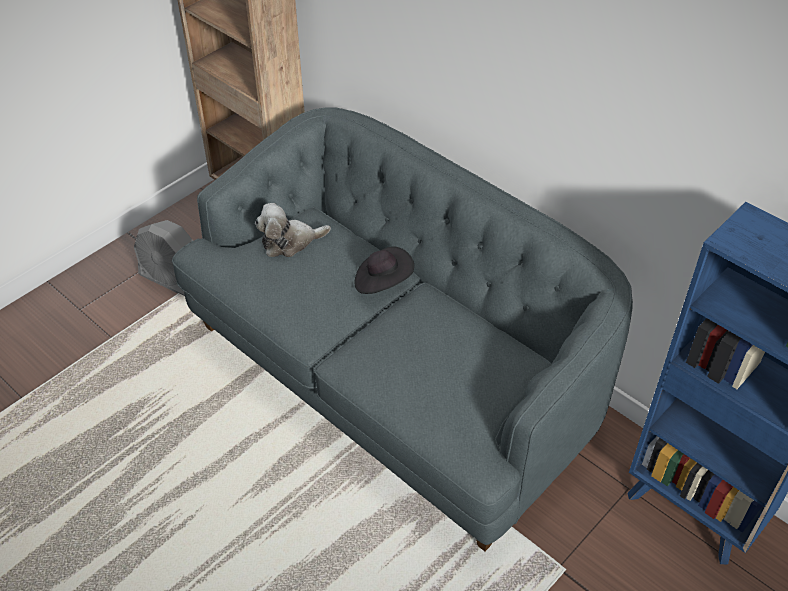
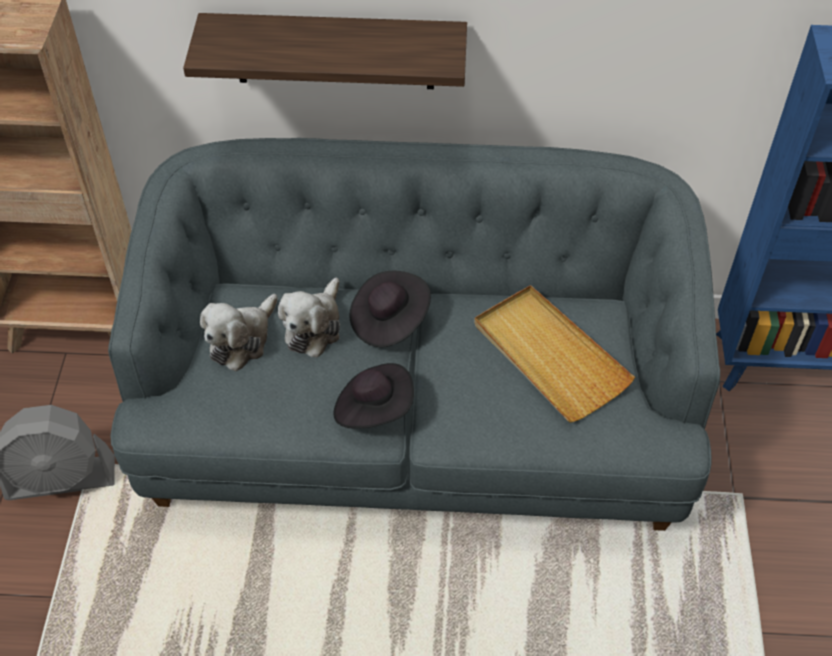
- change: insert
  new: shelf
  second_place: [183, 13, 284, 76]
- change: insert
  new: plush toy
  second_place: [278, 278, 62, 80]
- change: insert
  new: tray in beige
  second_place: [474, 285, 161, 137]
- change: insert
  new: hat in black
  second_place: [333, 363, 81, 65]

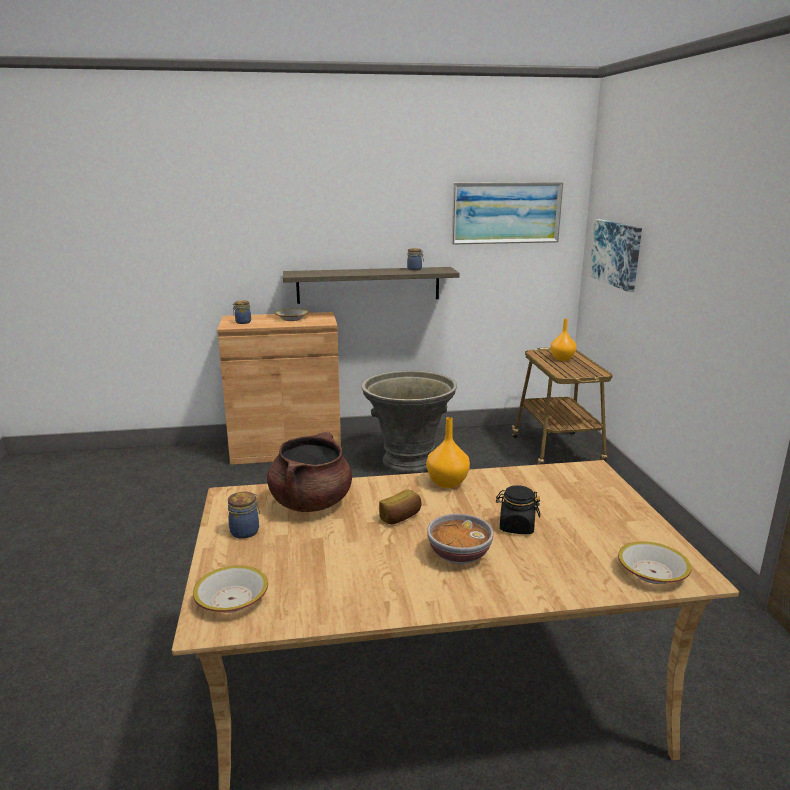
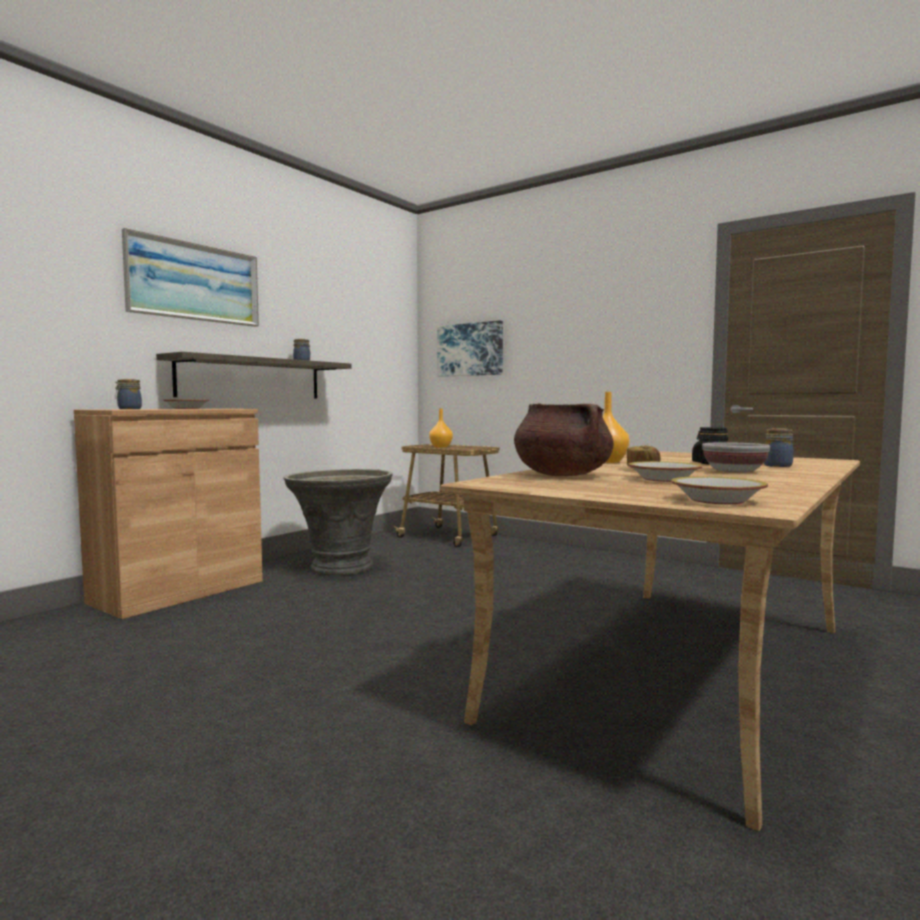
- change: move
  old: picture
  first_place: [452, 182, 111, 62]
  second_place: [122, 228, 137, 99]
- change: move
  old: jar
  first_place: [228, 492, 32, 47]
  second_place: [764, 428, 30, 39]
- change: move
  old: bowl
  first_place: [618, 541, 73, 43]
  second_place: [628, 461, 74, 21]

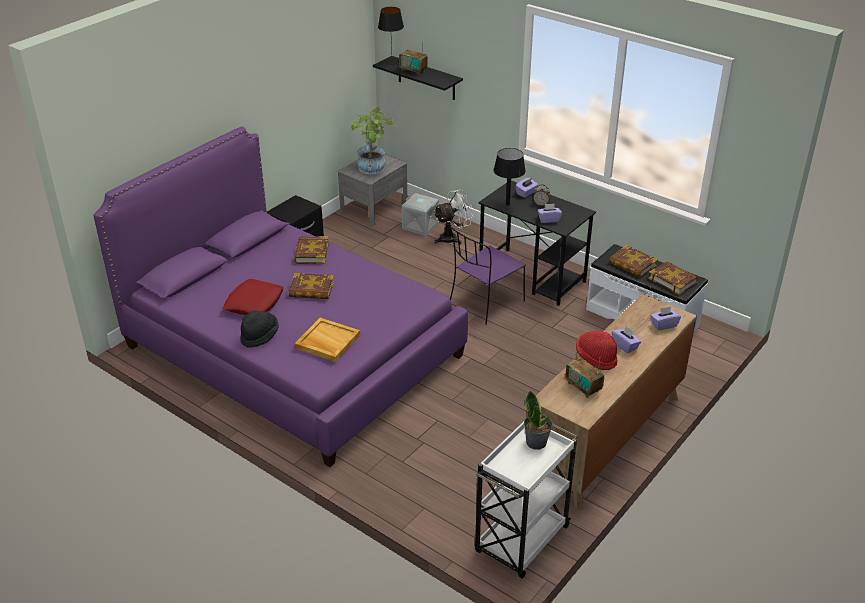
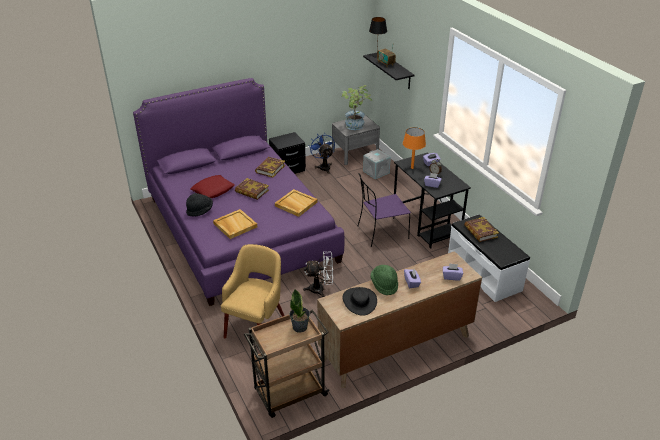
- change: recolor
  old: table lamp in black
  new: table lamp in orange
  first_place: [494, 148, 32, 58]
  second_place: [403, 127, 23, 42]
- change: move
  old: fan in white
  first_place: [434, 189, 39, 55]
  second_place: [303, 251, 30, 46]
- change: delete
  old: book
  first_place: [648, 261, 50, 34]
- change: recolor
  old: hat in red
  new: hat in green
  first_place: [576, 331, 41, 39]
  second_place: [370, 265, 28, 30]
- change: replace
  old: radio
  new: hat in black
  first_place: [565, 357, 39, 41]
  second_place: [343, 287, 34, 29]
- change: recolor
  old: cart in white
  new: cart in brown
  first_place: [475, 420, 103, 159]
  second_place: [244, 310, 86, 108]
- change: insert
  new: fan in blue
  second_place: [310, 133, 25, 41]
- change: insert
  new: tray in beige
  second_place: [275, 189, 42, 28]
- change: insert
  new: armchair in yellow
  second_place: [221, 244, 63, 94]

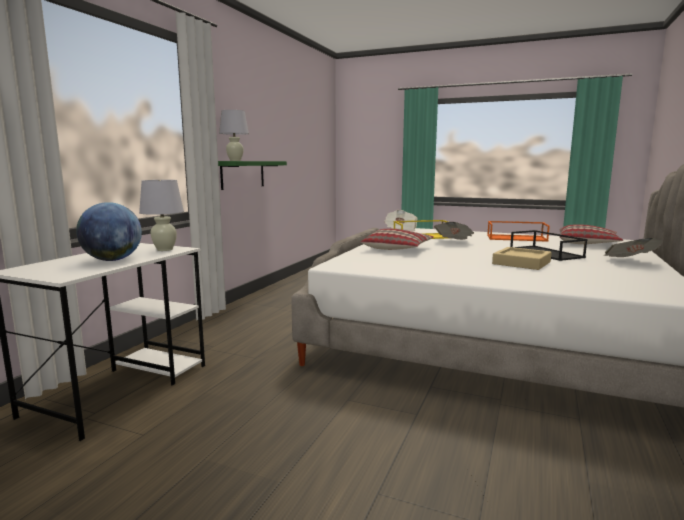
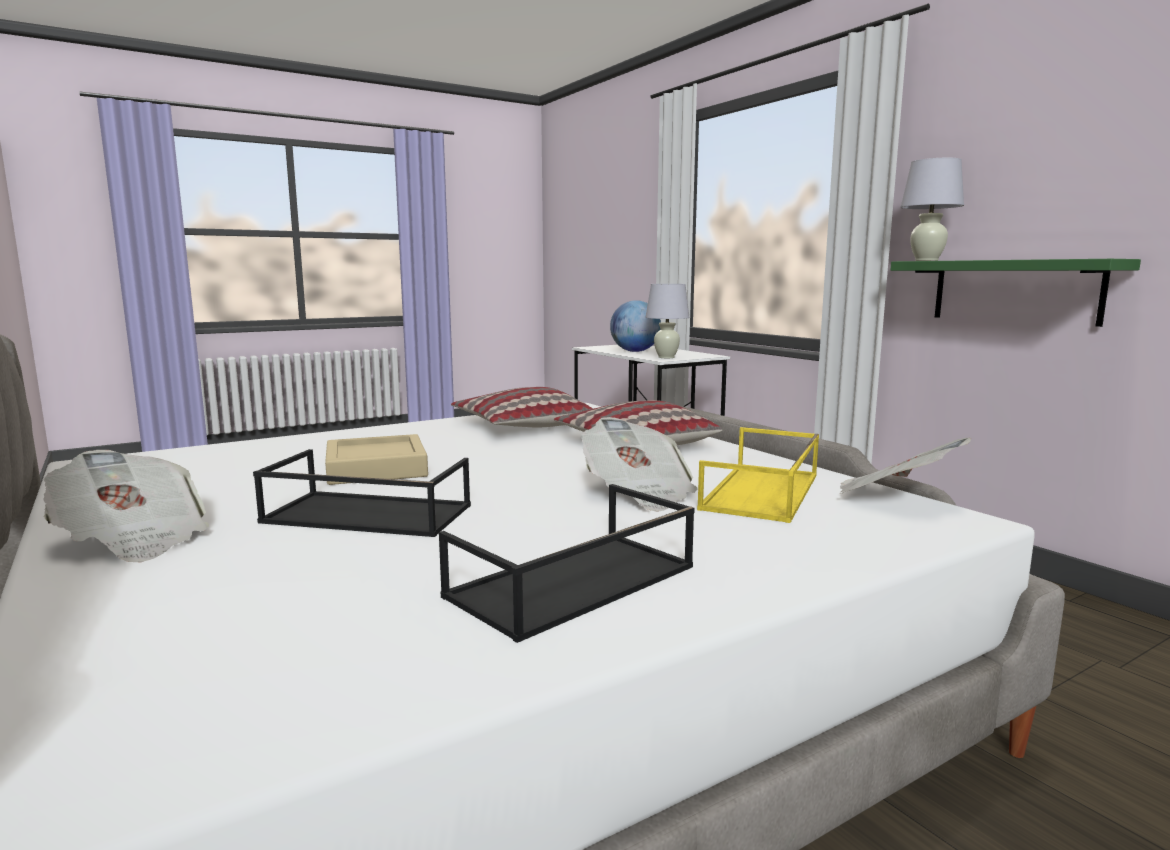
- change: recolor
  old: tray in orange
  new: tray in black
  first_place: [487, 221, 63, 21]
  second_place: [439, 484, 256, 159]
- change: move
  old: pillow
  first_place: [559, 224, 64, 20]
  second_place: [451, 387, 142, 40]

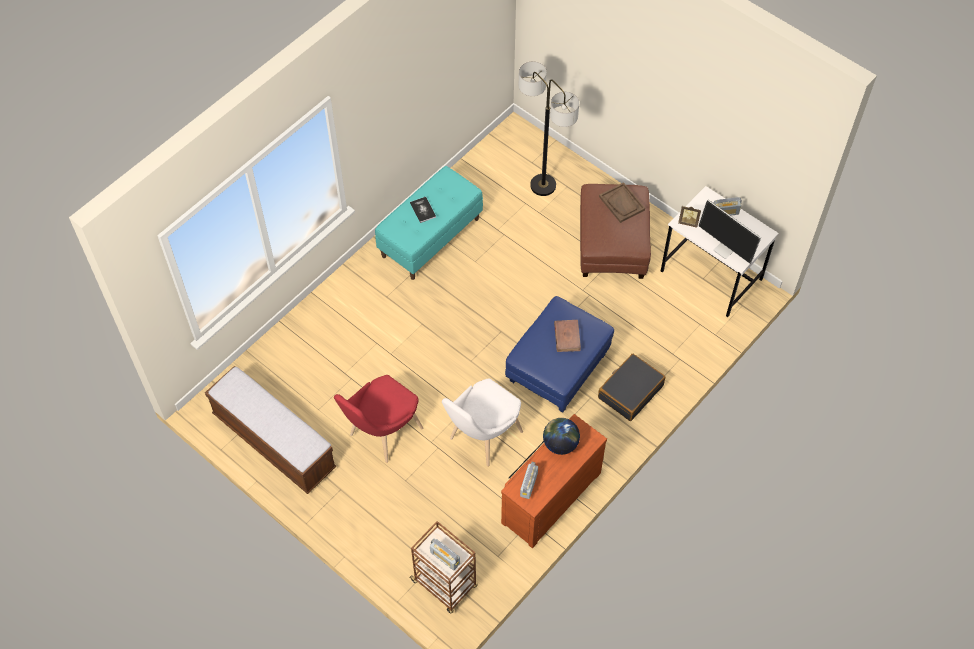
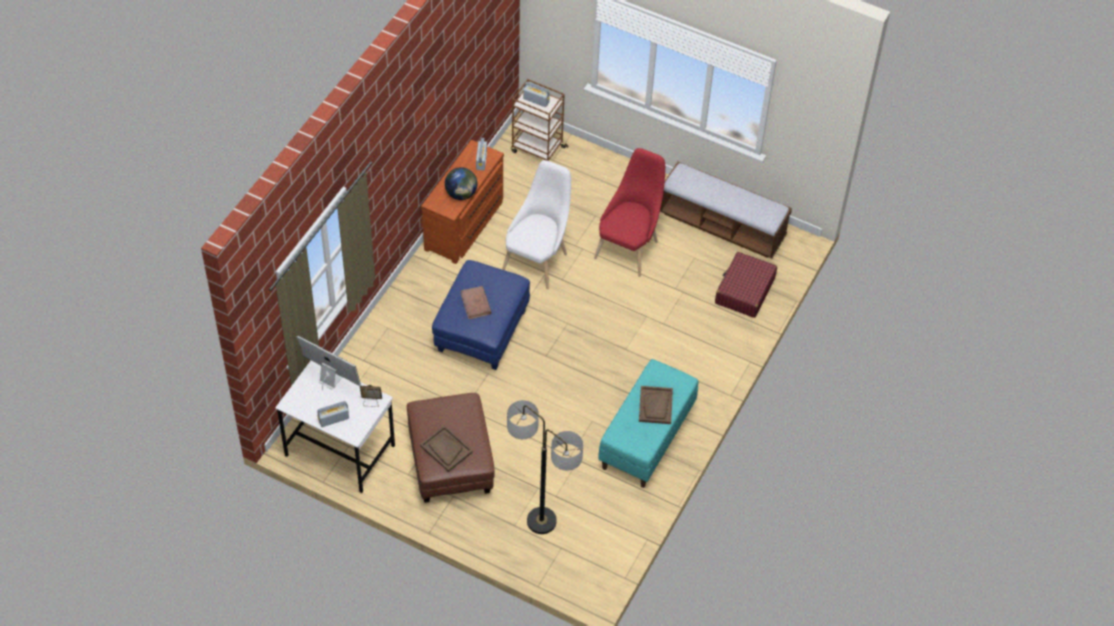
- change: replace
  old: book
  new: tray in brown
  first_place: [410, 197, 26, 26]
  second_place: [639, 386, 34, 38]
- change: delete
  old: suitcase in black
  first_place: [598, 354, 68, 67]
- change: insert
  new: suitcase in red
  second_place: [715, 252, 62, 66]

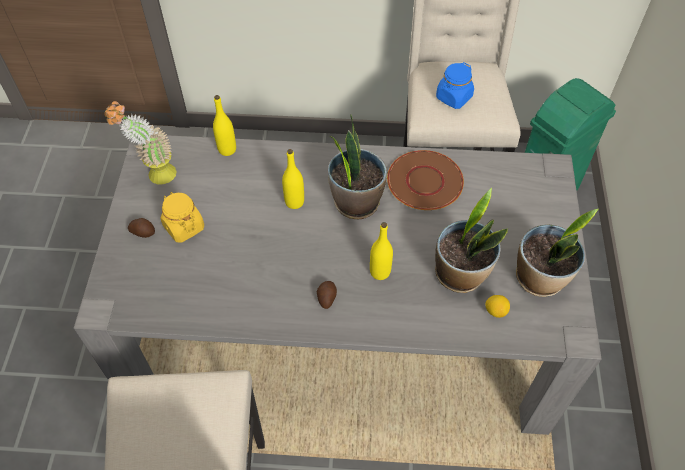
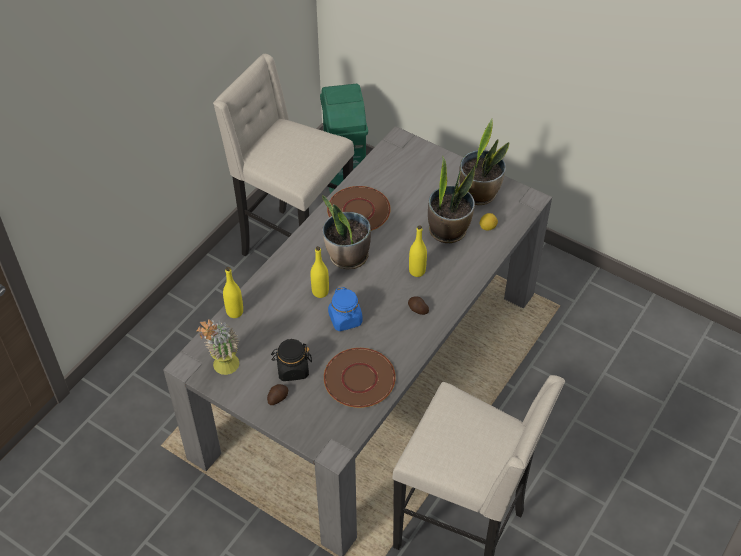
- change: move
  old: jar in blue
  first_place: [436, 62, 38, 47]
  second_place: [328, 287, 34, 44]
- change: recolor
  old: jar in yellow
  new: jar in black
  first_place: [161, 192, 43, 51]
  second_place: [271, 339, 41, 42]
- change: insert
  new: plate in brown
  second_place: [324, 348, 72, 60]

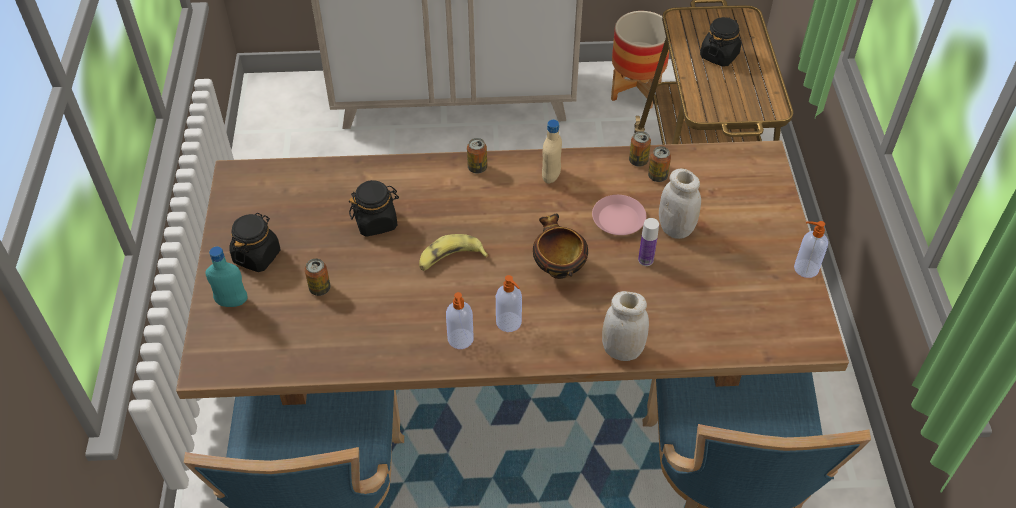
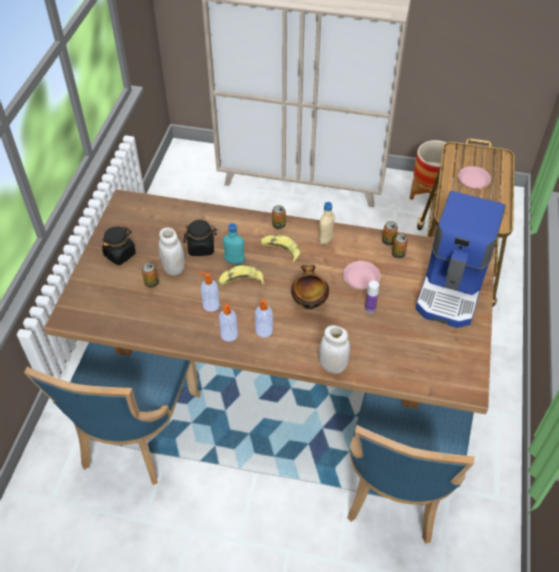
- change: replace
  old: jar in black
  new: plate in pink
  first_place: [700, 17, 41, 50]
  second_place: [458, 166, 33, 23]
- change: move
  old: jar in white
  first_place: [659, 169, 42, 70]
  second_place: [158, 227, 27, 49]
- change: move
  old: soap dispenser
  first_place: [794, 221, 34, 57]
  second_place: [199, 272, 21, 40]
- change: move
  old: bottle in turquoise
  first_place: [206, 246, 42, 61]
  second_place: [223, 223, 22, 42]
- change: insert
  new: coffee machine
  second_place: [415, 191, 91, 137]
- change: insert
  new: banana
  second_place: [260, 235, 40, 28]

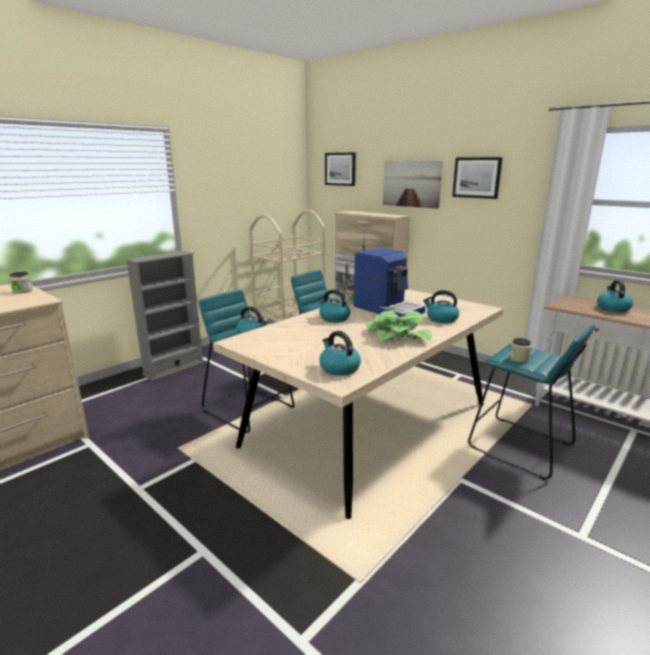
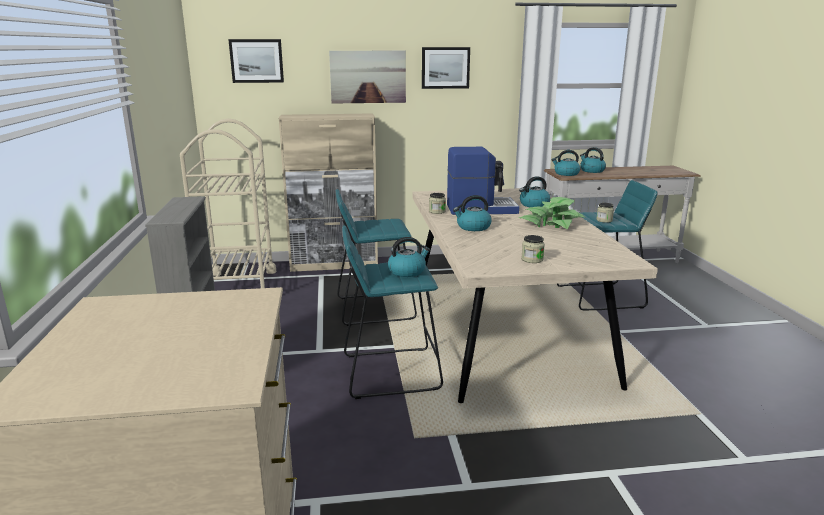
- change: move
  old: jar
  first_place: [9, 272, 24, 21]
  second_place: [521, 235, 24, 28]
- change: move
  old: kettle
  first_place: [319, 331, 42, 45]
  second_place: [552, 150, 29, 26]

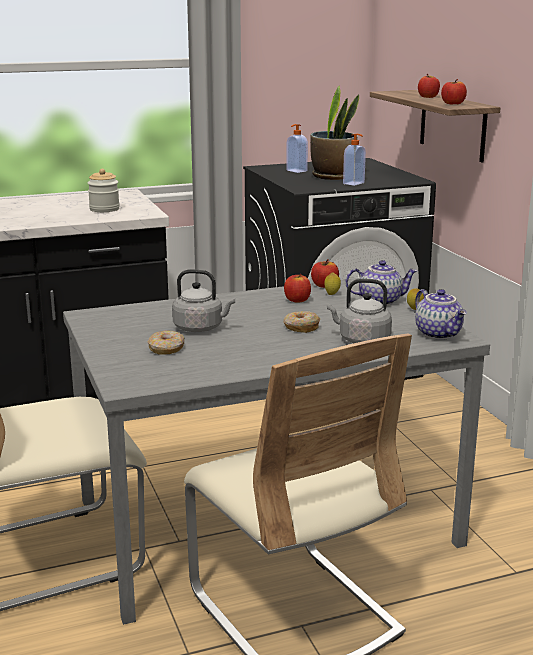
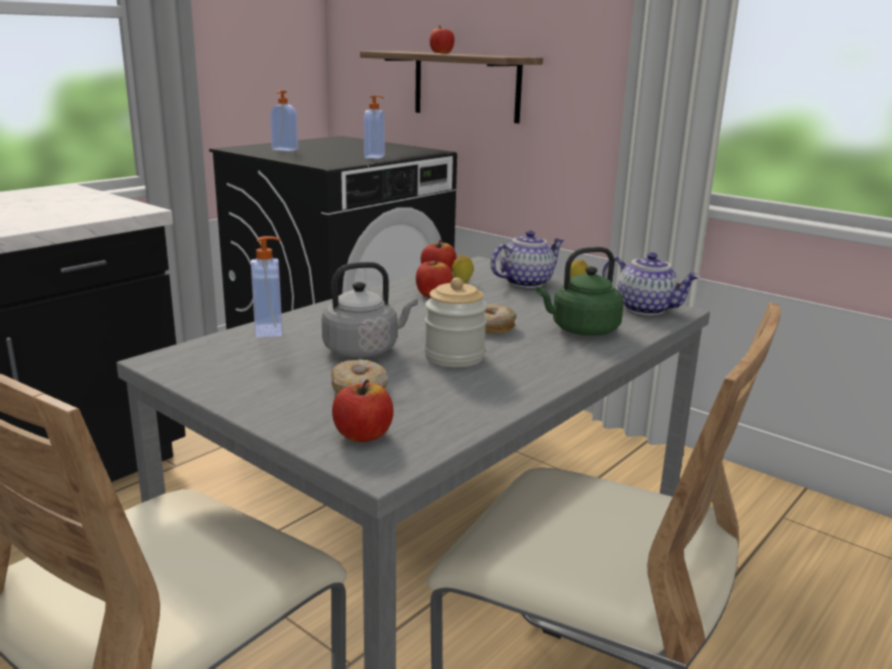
- change: move
  old: apple
  first_place: [441, 79, 26, 25]
  second_place: [332, 379, 61, 63]
- change: delete
  old: potted plant
  first_place: [310, 86, 49, 94]
- change: move
  old: jar
  first_place: [88, 169, 32, 43]
  second_place: [424, 278, 63, 89]
- change: recolor
  old: kettle in grey
  new: kettle in green
  first_place: [327, 279, 65, 64]
  second_place: [536, 247, 88, 89]
- change: insert
  new: soap dispenser
  second_place: [251, 236, 31, 101]

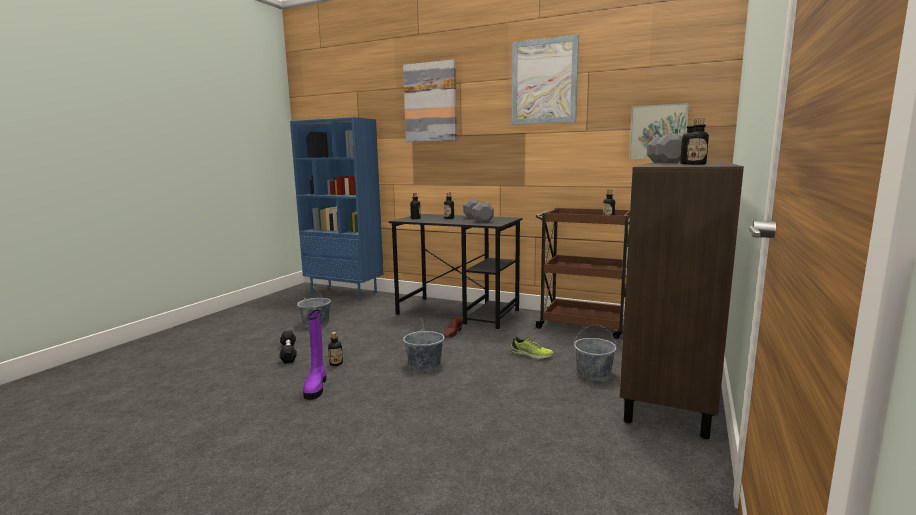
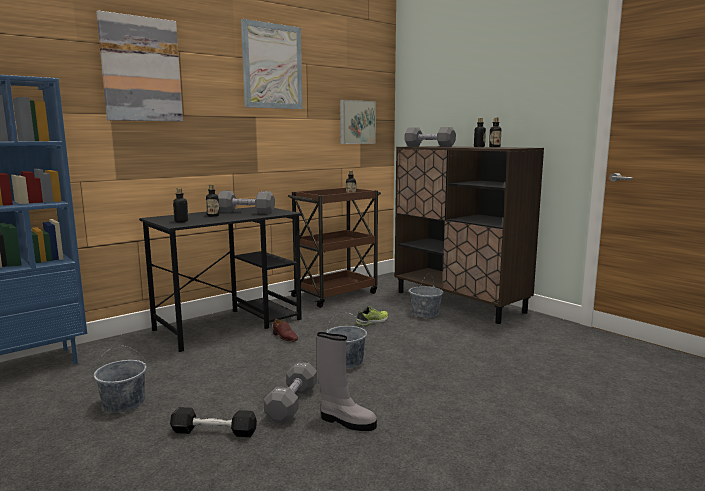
- change: recolor
  old: boot in purple
  new: boot in grey
  first_place: [303, 310, 23, 90]
  second_place: [317, 332, 60, 99]
- change: replace
  old: bottle
  new: dumbbell in grey
  first_place: [328, 332, 15, 34]
  second_place: [264, 361, 53, 62]

